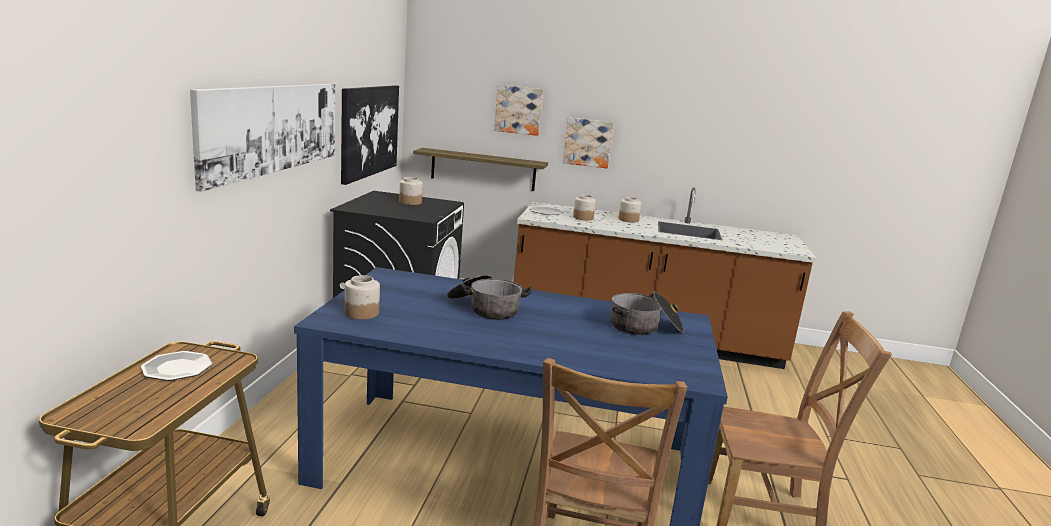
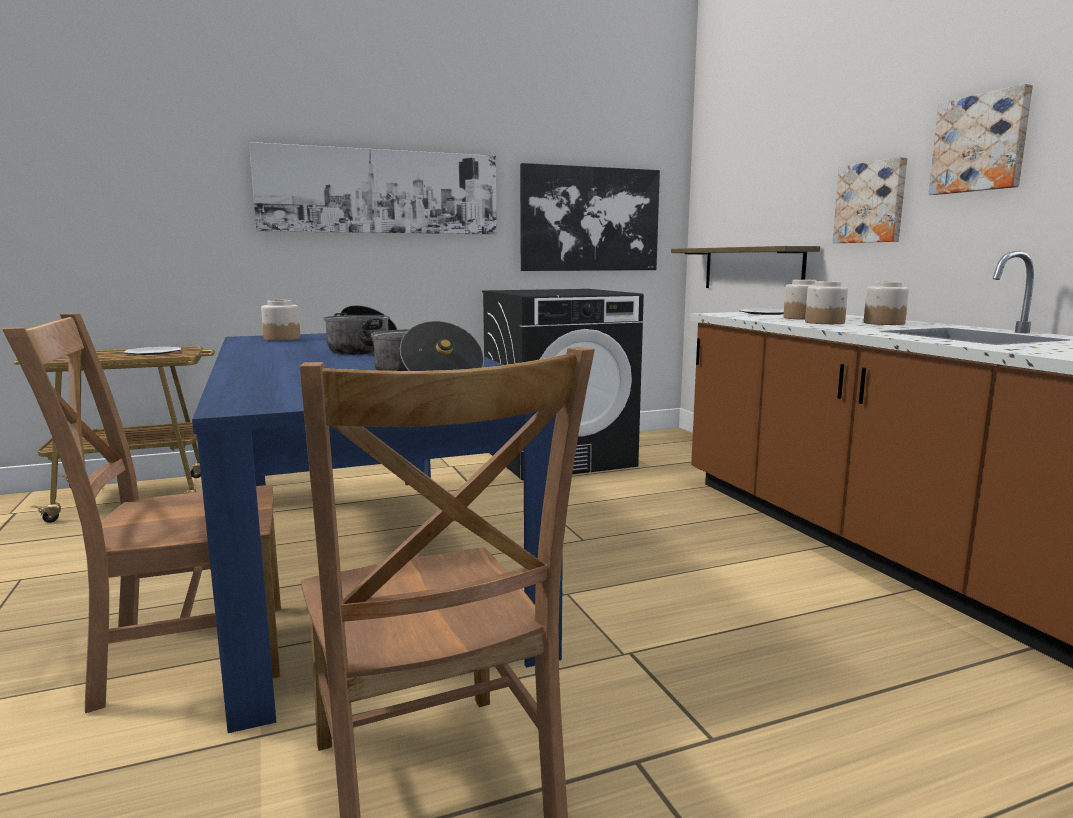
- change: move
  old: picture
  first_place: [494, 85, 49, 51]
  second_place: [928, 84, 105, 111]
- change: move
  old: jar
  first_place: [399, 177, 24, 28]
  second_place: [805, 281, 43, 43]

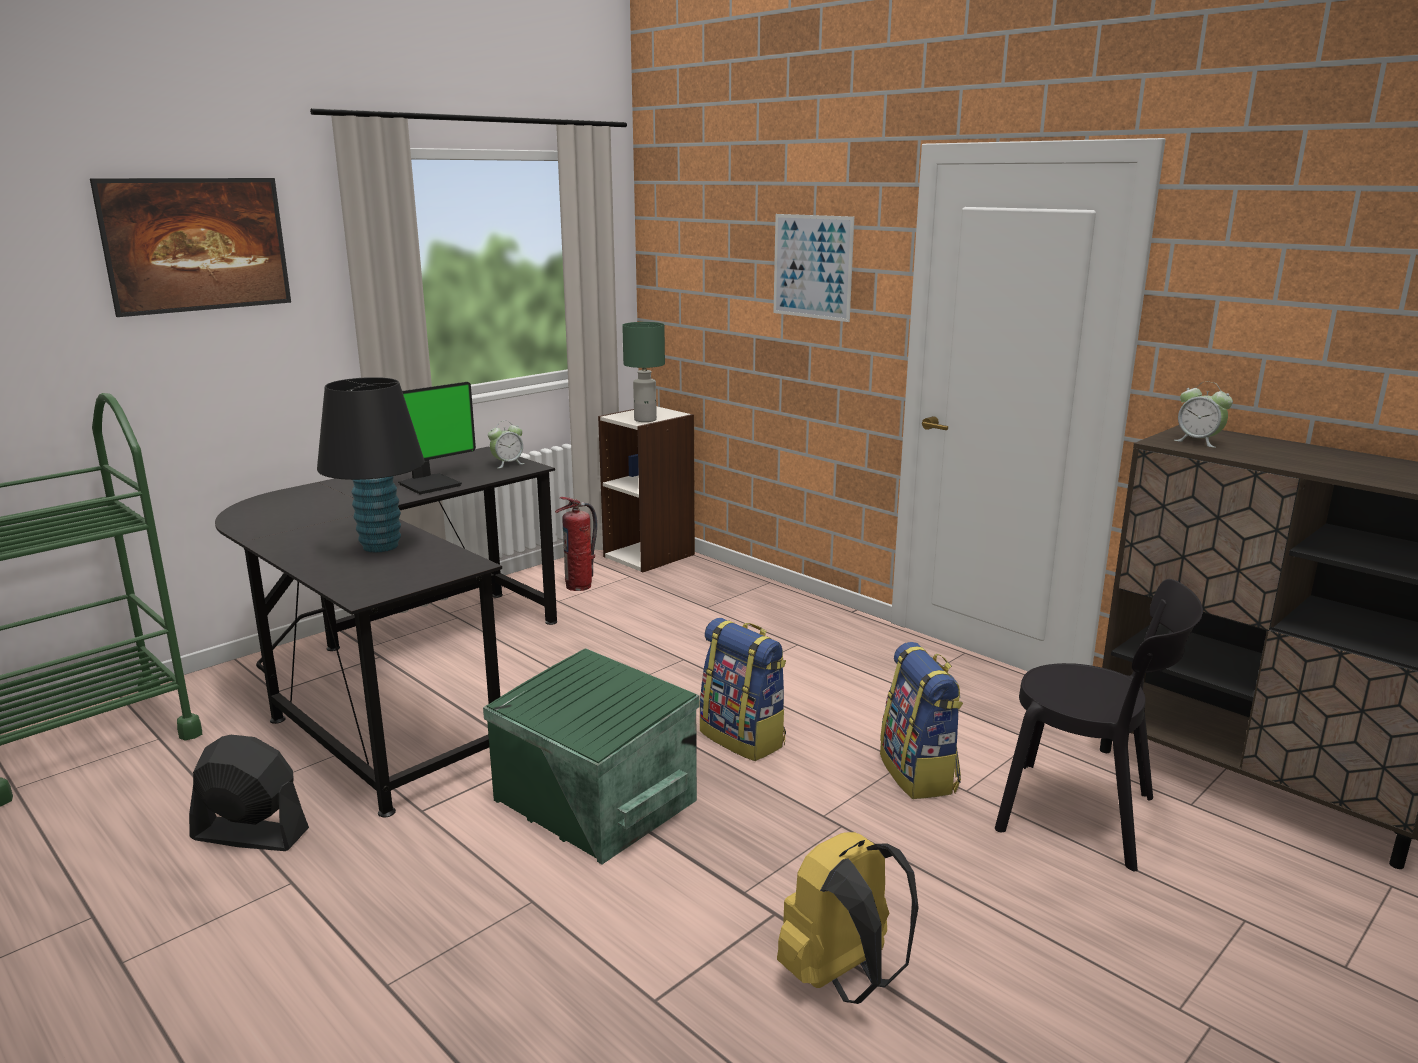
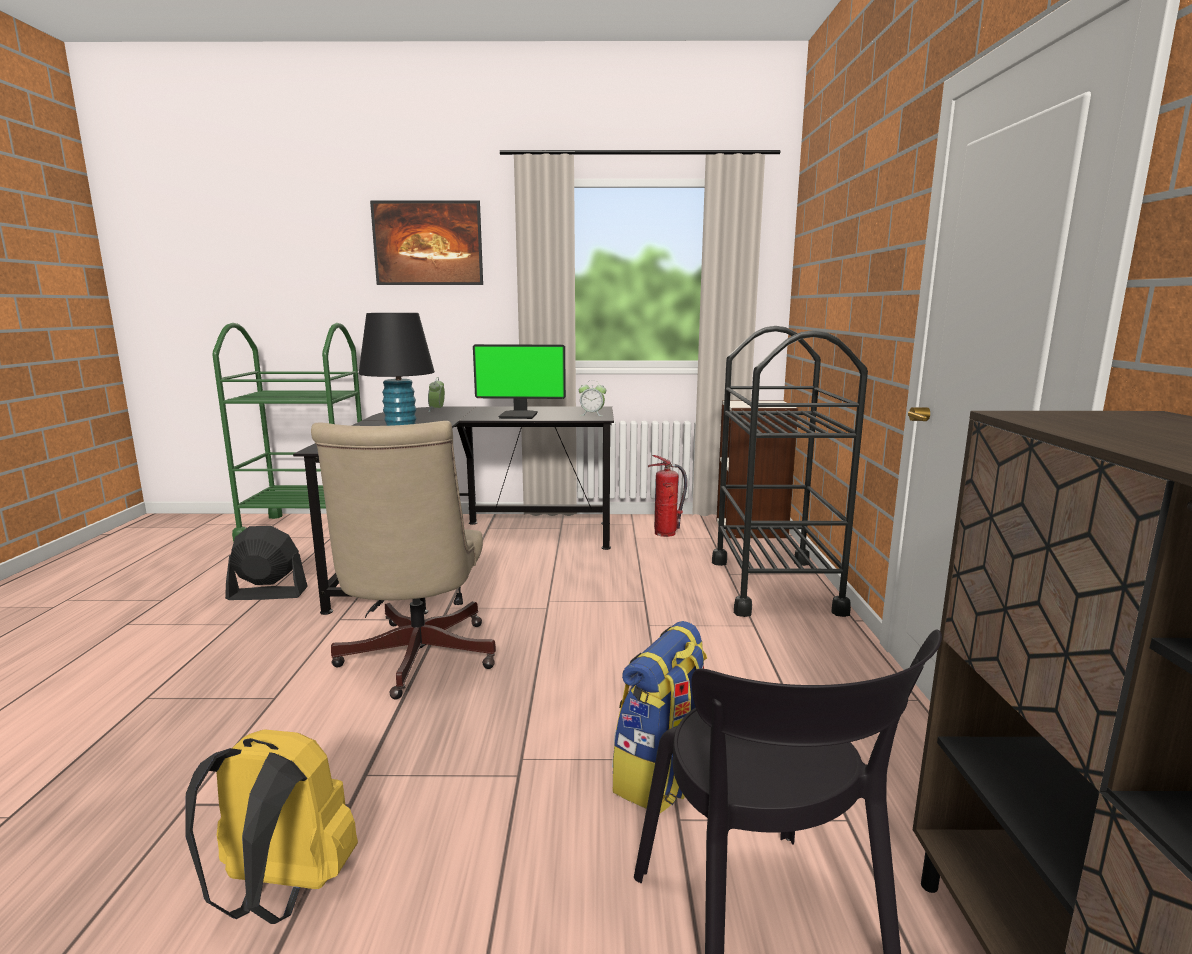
- change: delete
  old: picture
  first_place: [774, 214, 80, 108]
- change: delete
  old: table lamp in green
  first_place: [622, 322, 43, 100]
- change: move
  old: alarm clock
  first_place: [1174, 382, 59, 66]
  second_place: [428, 377, 17, 35]
- change: delete
  old: backpack
  first_place: [700, 618, 86, 143]
- change: replace
  old: storage box in green
  new: office chair in beige
  first_place: [483, 648, 216, 216]
  second_place: [311, 421, 185, 279]
- change: rotate
  old: fan in black
  first_place: [189, 735, 120, 116]
  second_place: [225, 526, 83, 74]
  degrees: -60
- change: insert
  new: cart in black
  second_place: [712, 326, 156, 291]

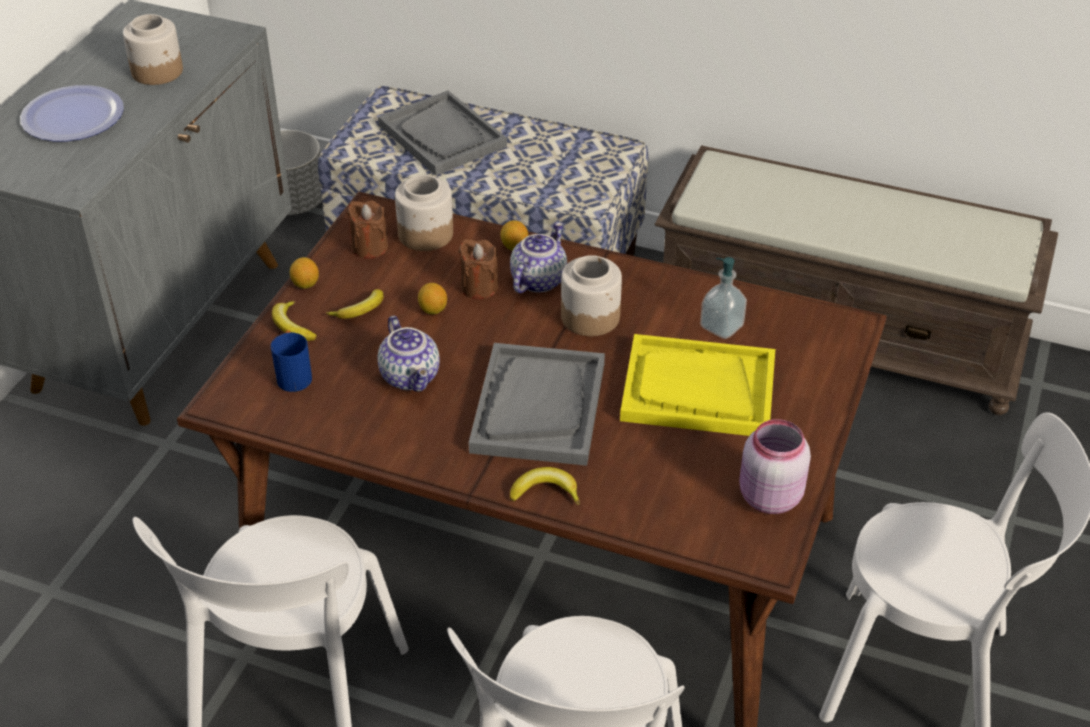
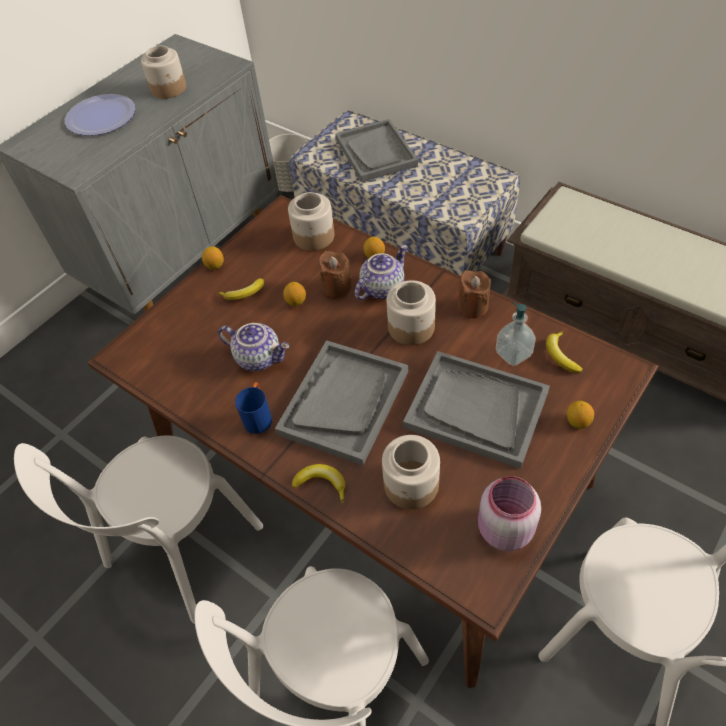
- change: move
  old: candle in brown
  first_place: [347, 200, 41, 59]
  second_place: [458, 270, 33, 48]
- change: move
  old: banana
  first_place: [272, 301, 45, 40]
  second_place: [546, 332, 37, 41]
- change: rotate
  old: teapot
  first_place: [377, 316, 63, 76]
  second_place: [218, 323, 72, 48]
  degrees: -60
- change: move
  old: mug in blue
  first_place: [271, 330, 41, 62]
  second_place: [235, 382, 37, 52]
- change: recolor
  old: tray in yellow
  new: tray in grey
  first_place: [620, 334, 155, 102]
  second_place: [403, 351, 147, 118]
- change: insert
  new: lemon
  second_place: [567, 401, 27, 28]
- change: insert
  new: jar
  second_place: [382, 435, 58, 74]

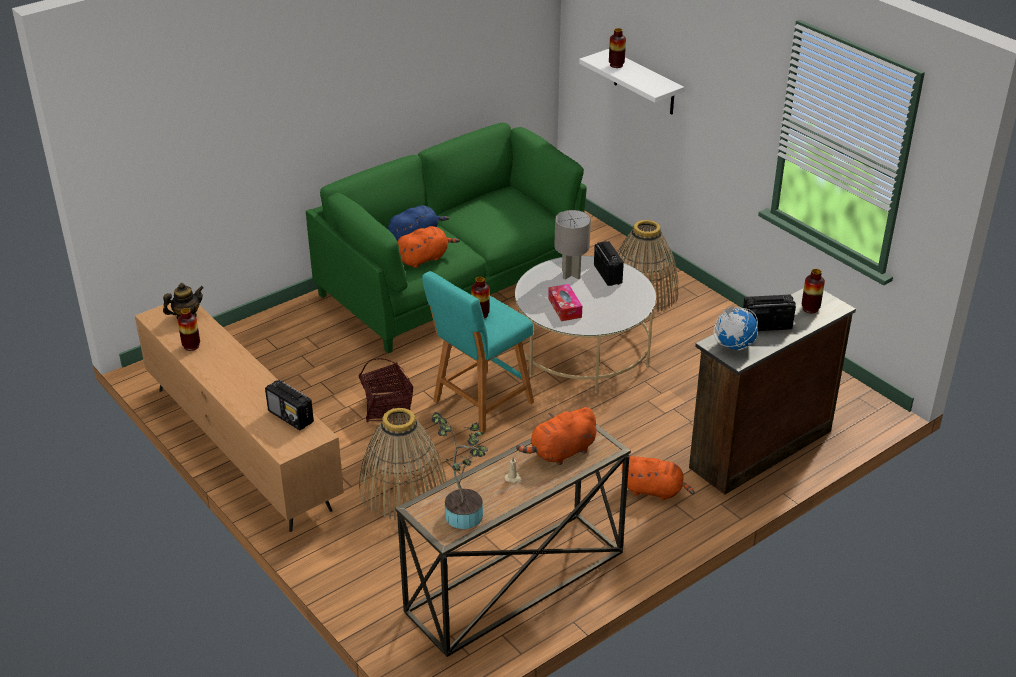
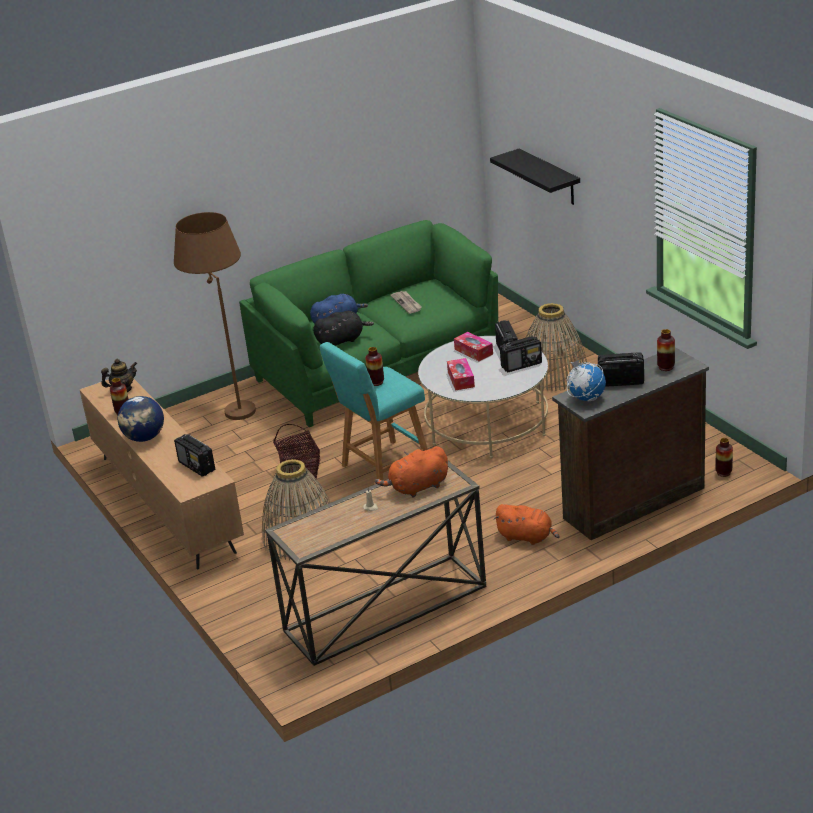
- change: move
  old: vase
  first_place: [609, 28, 17, 40]
  second_place: [716, 438, 17, 39]
- change: recolor
  old: shelf in white
  new: shelf in black
  first_place: [579, 49, 105, 65]
  second_place: [490, 149, 90, 56]
- change: replace
  old: table lamp in grey
  new: tissue box
  first_place: [554, 210, 37, 70]
  second_place: [454, 332, 39, 29]
- change: recolor
  old: plush toy in orange
  new: plush toy in black
  first_place: [397, 226, 63, 42]
  second_place: [313, 311, 61, 35]
- change: delete
  old: potted plant
  first_place: [432, 412, 56, 117]
- change: insert
  new: floor lamp in brown
  second_place: [174, 212, 82, 208]
- change: insert
  new: newspaper
  second_place: [390, 291, 32, 23]
- change: insert
  new: radio
  second_place: [500, 336, 42, 36]
- change: insert
  new: globe
  second_place: [118, 396, 46, 46]

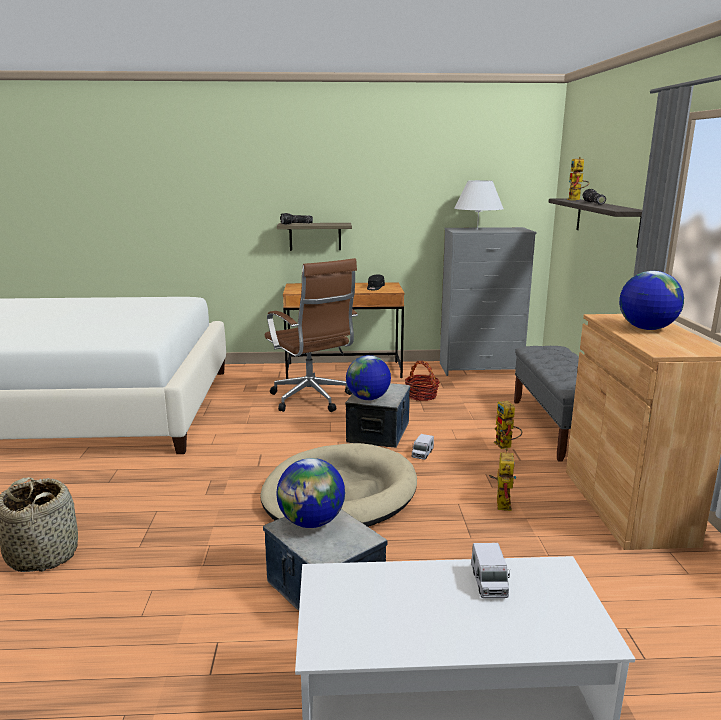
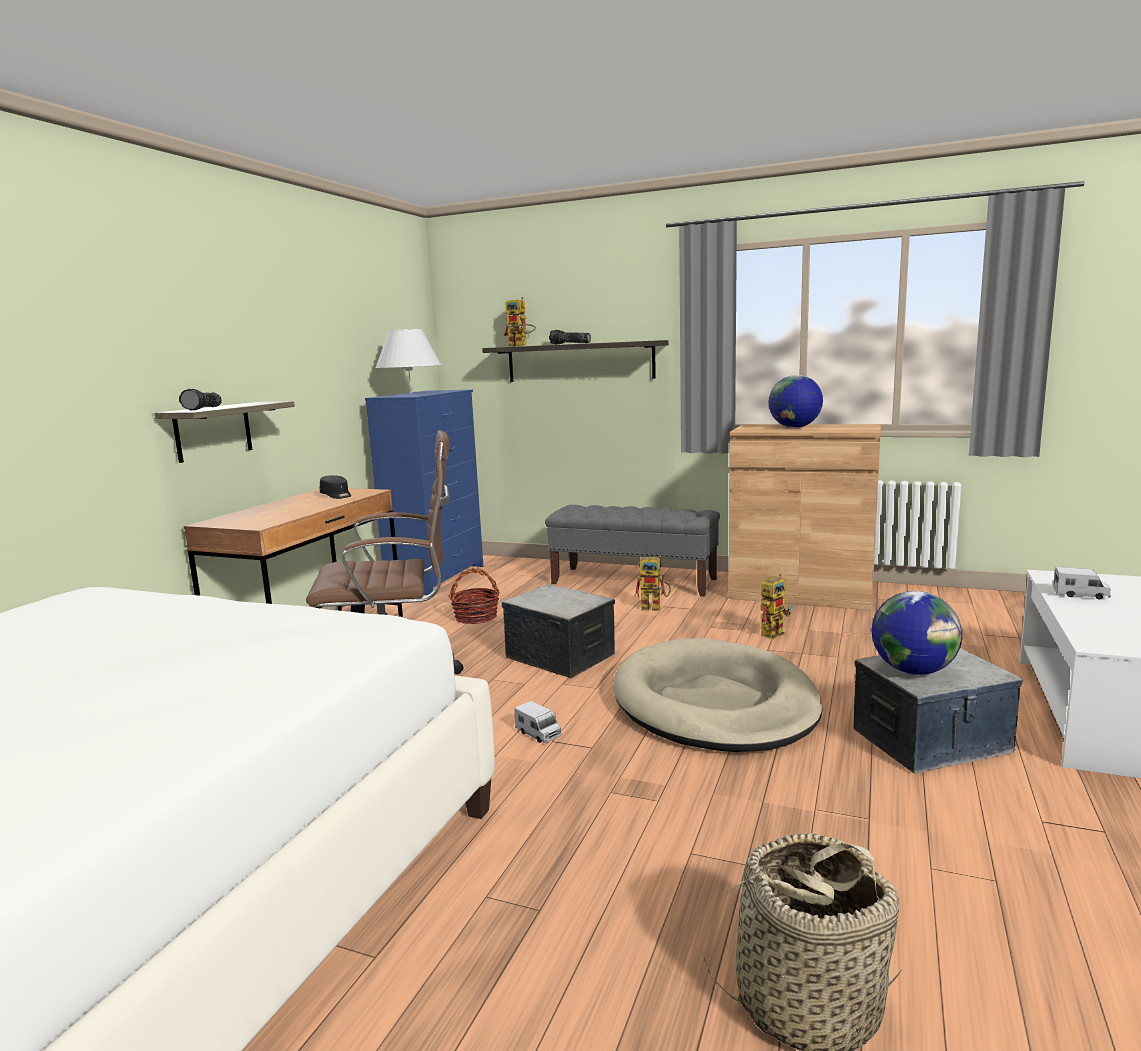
- change: recolor
  old: dresser in grey
  new: dresser in blue
  first_place: [440, 227, 97, 149]
  second_place: [365, 390, 118, 205]
- change: delete
  old: globe
  first_place: [346, 355, 45, 45]
- change: move
  old: toy truck
  first_place: [412, 434, 22, 26]
  second_place: [514, 701, 48, 42]
- change: rotate
  old: toy robot
  first_place: [489, 448, 28, 63]
  second_place: [761, 573, 31, 66]
  degrees: 105

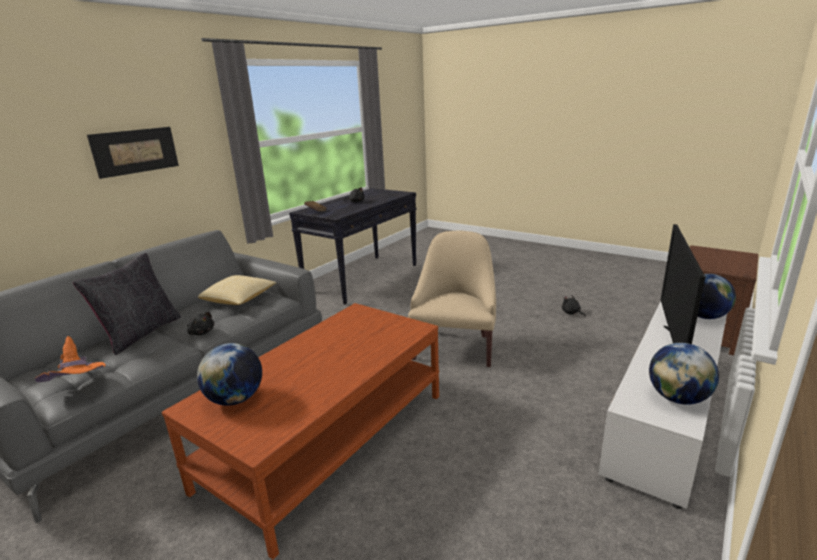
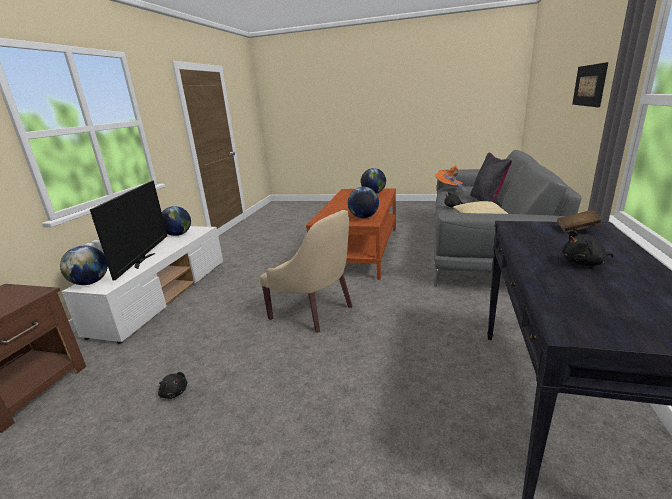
- change: rotate
  old: armchair in beige
  first_place: [408, 231, 88, 136]
  second_place: [260, 210, 92, 123]
  degrees: -45
- change: insert
  new: globe
  second_place: [348, 187, 31, 31]

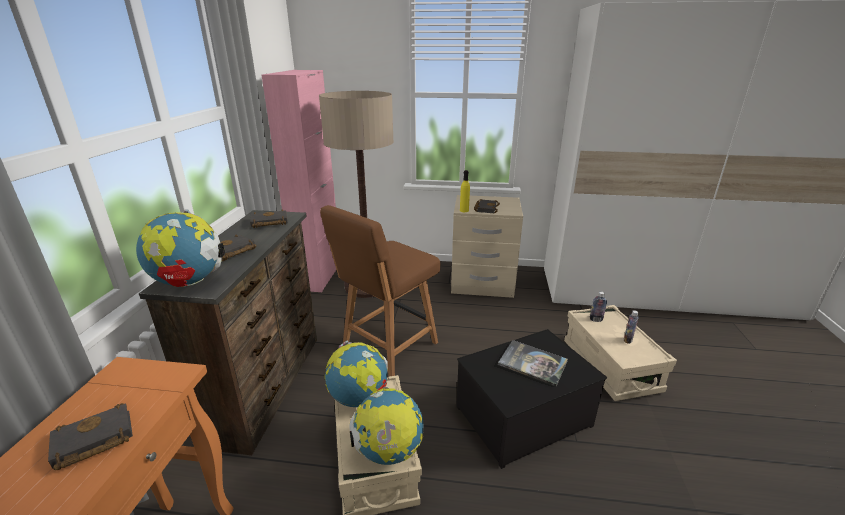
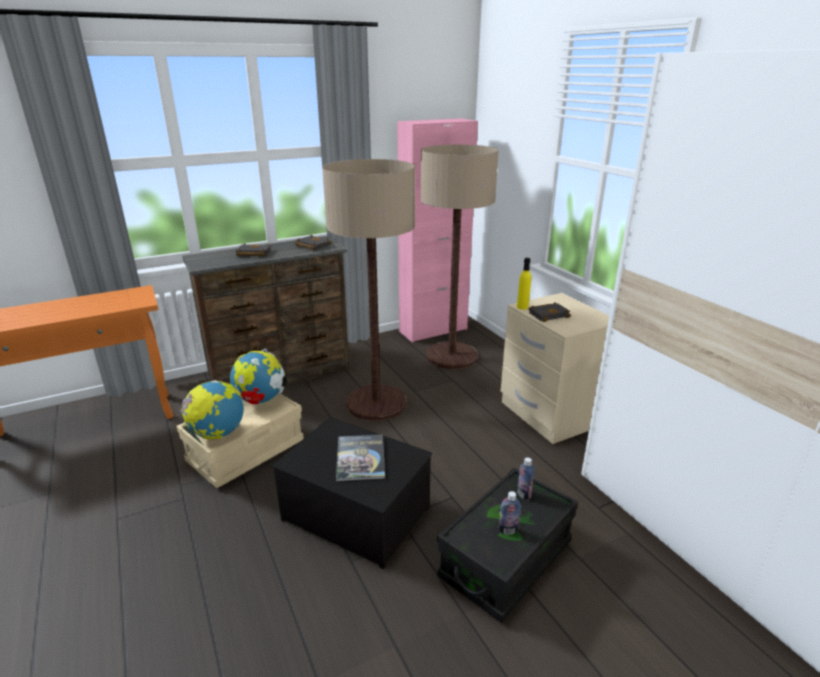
- change: replace
  old: chair in brown
  new: floor lamp
  first_place: [320, 205, 120, 171]
  second_place: [322, 159, 93, 262]
- change: delete
  old: globe
  first_place: [136, 209, 89, 78]
- change: recolor
  old: storage box in beige
  new: storage box in black
  first_place: [564, 305, 113, 96]
  second_place: [437, 468, 141, 155]
- change: delete
  old: book in black
  first_place: [48, 403, 85, 67]

